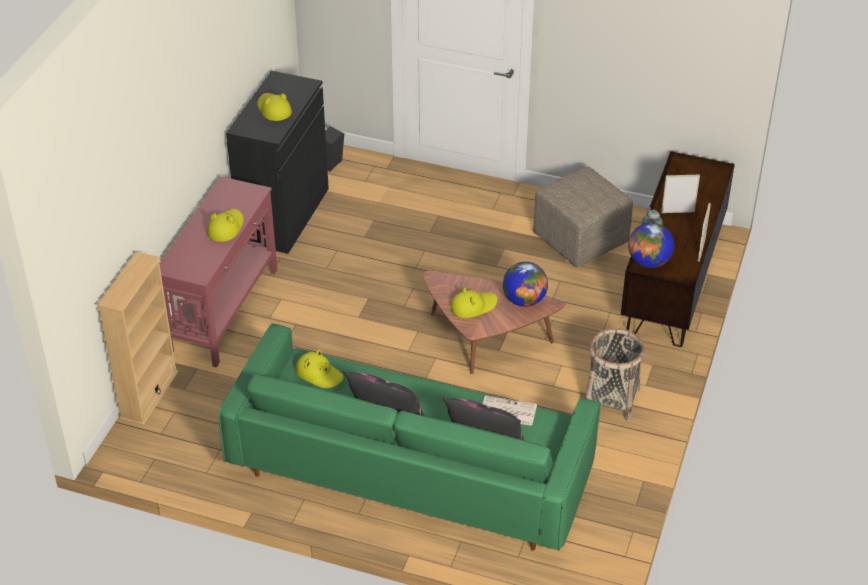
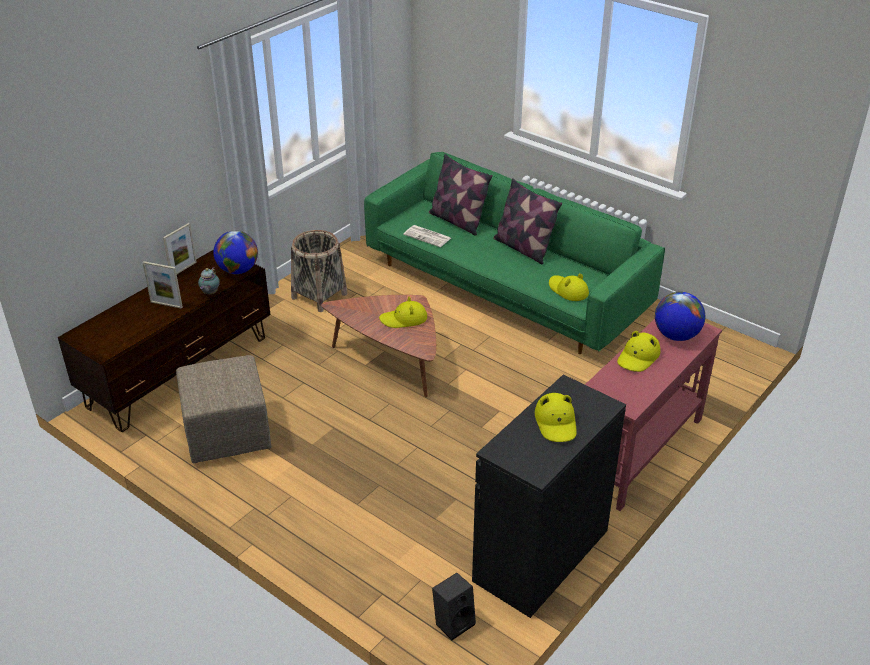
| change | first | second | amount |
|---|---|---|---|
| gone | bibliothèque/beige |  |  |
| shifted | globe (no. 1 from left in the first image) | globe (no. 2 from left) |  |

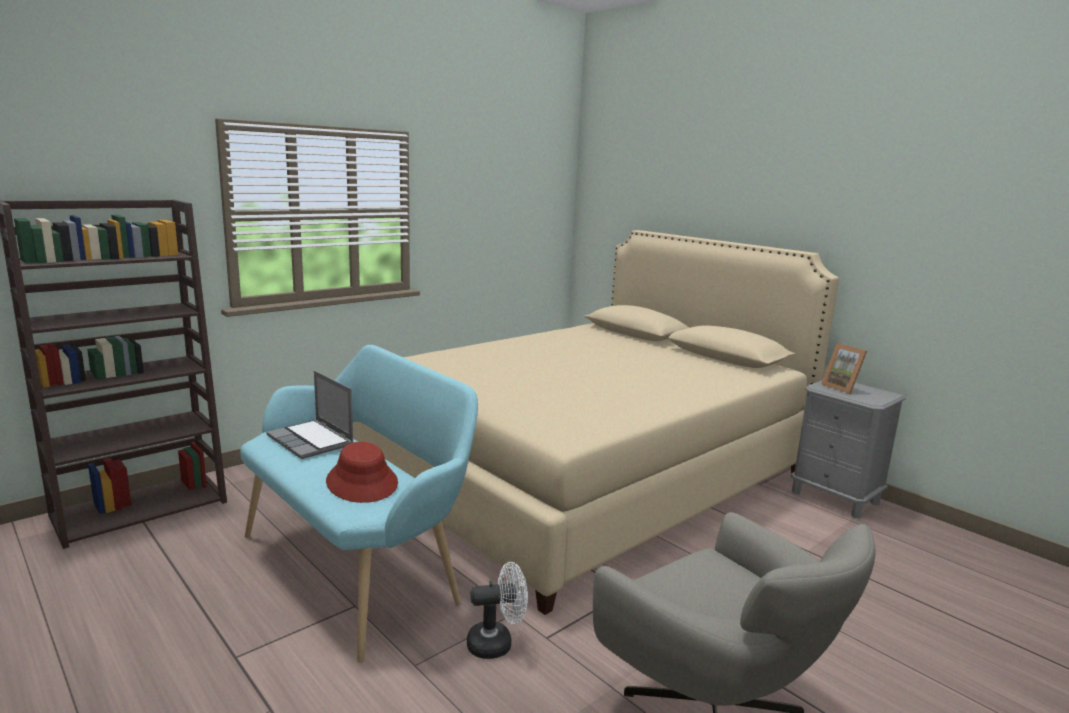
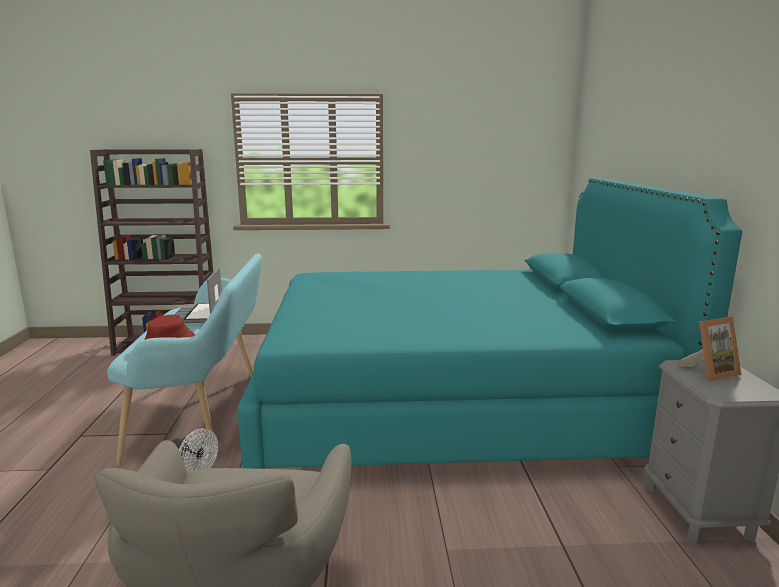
| change | first | second | amount |
|---|---|---|---|
| repainted | lit/beige | lit/turquoise |  |
| rotated | cadre photo |  | 120 degrees counterclockwise |

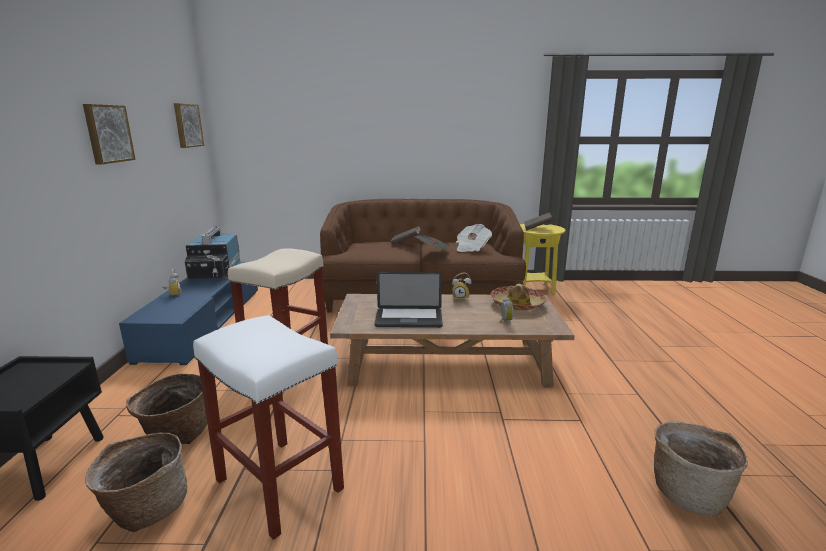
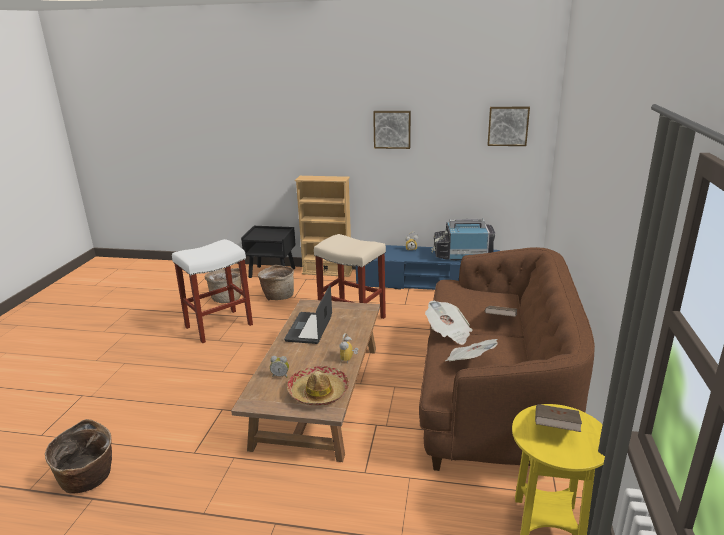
| change | first | second | amount |
|---|---|---|---|
| new |  | bibliothèque/beige |  |

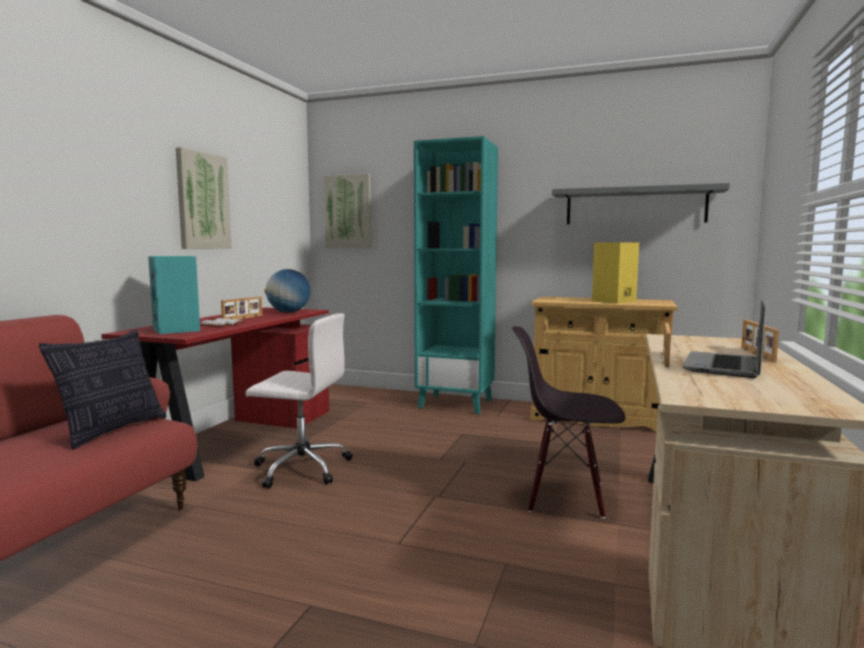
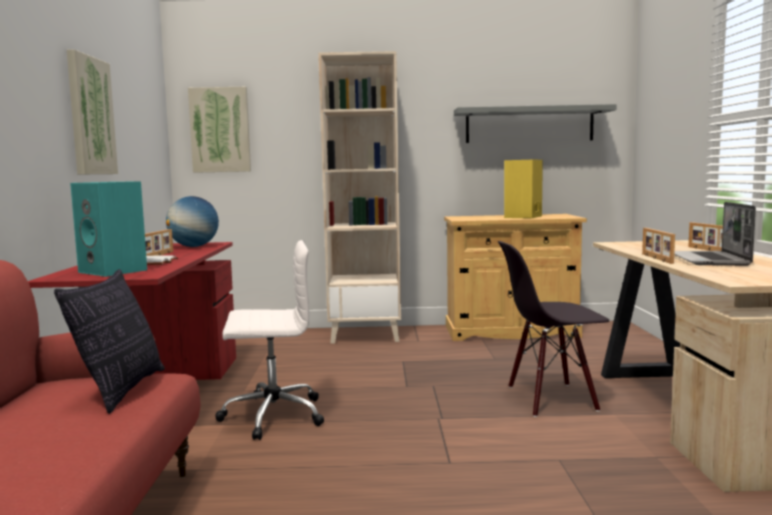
| change | first | second | amount |
|---|---|---|---|
| repainted | bibliothèque/turquoise | bibliothèque/beige |  |

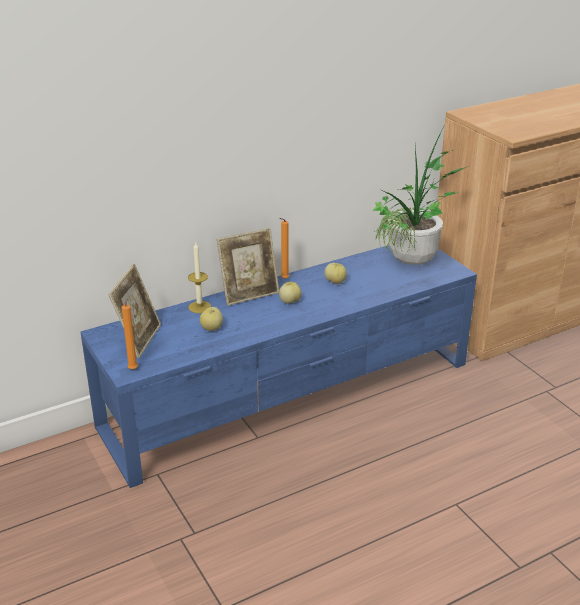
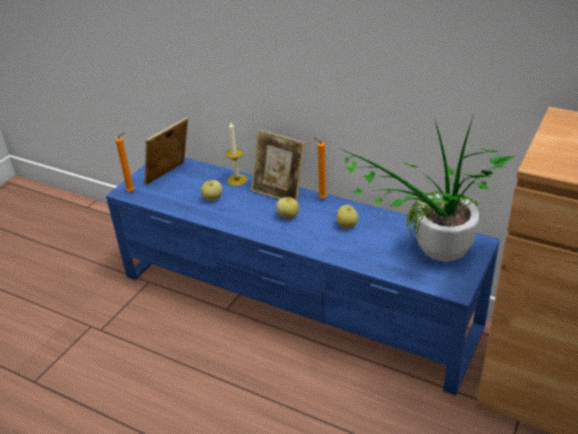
| change | first | second | amount |
|---|---|---|---|
| rotated | cadre photo (no. 1 from left) |  | 150 degrees clockwise |

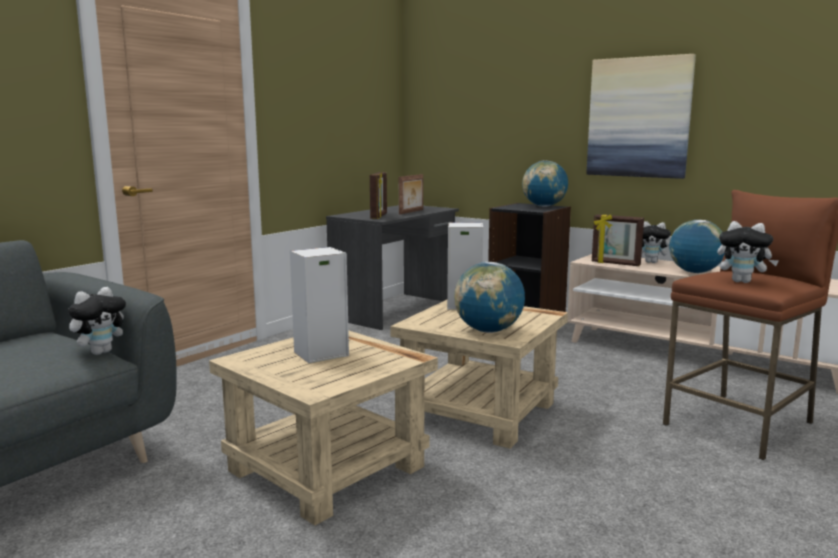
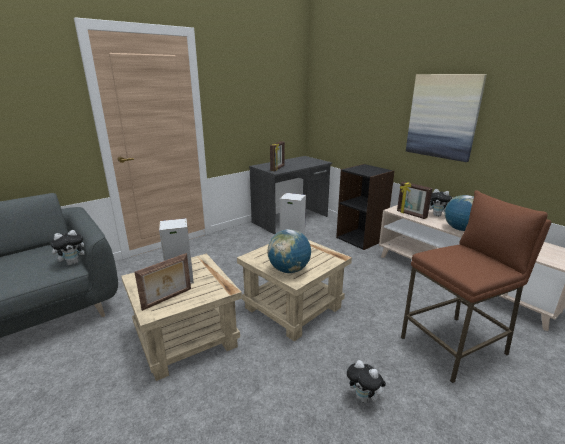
| change | first | second | amount |
|---|---|---|---|
| shifted | cadre photo (no. 2 from left in the first image) | cadre photo (no. 1 from left) |  |
| gone | globe (no. 2 from left) |  |  |
| shifted | peluche (no. 3 from left in the first image) | peluche (no. 2 from left) |  |

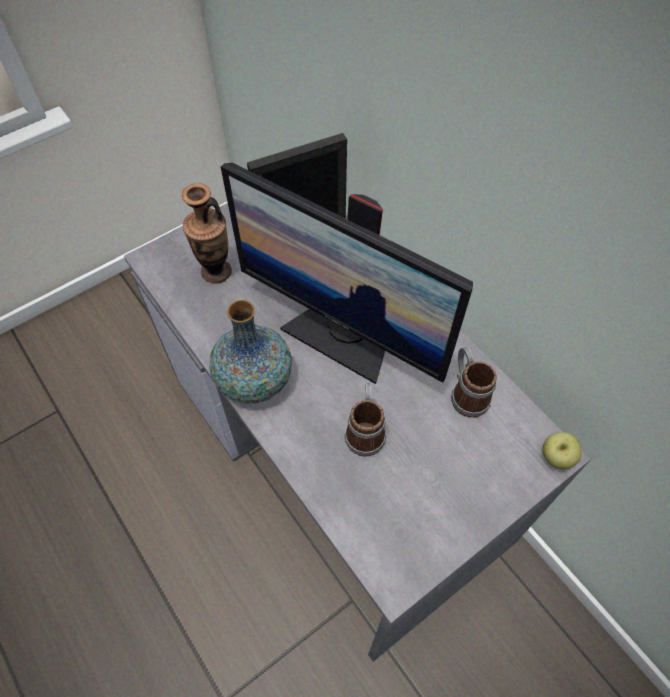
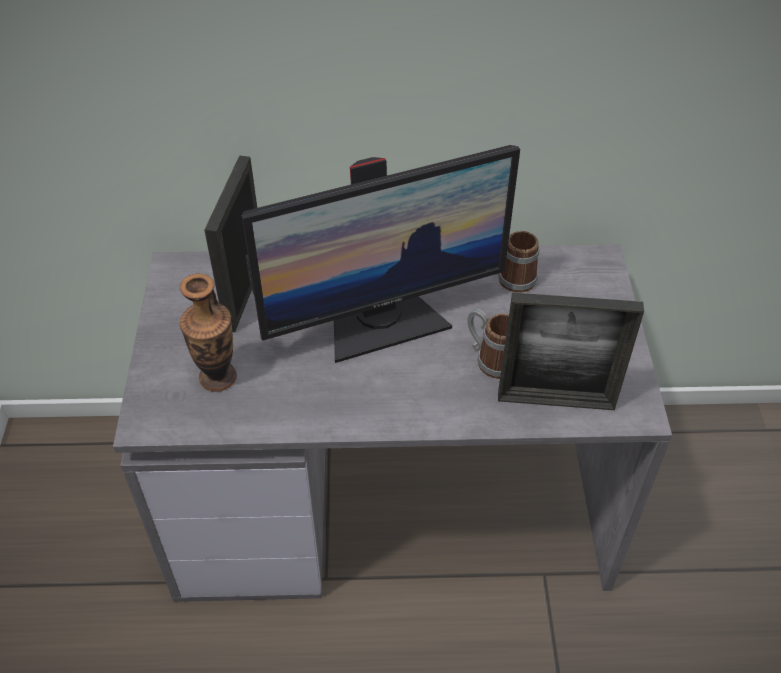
| change | first | second | amount |
|---|---|---|---|
| gone | vase (no. 2 from left) |  |  |
| gone | pomme |  |  |
| new |  | cadre photo (no. 2 from left) |  |

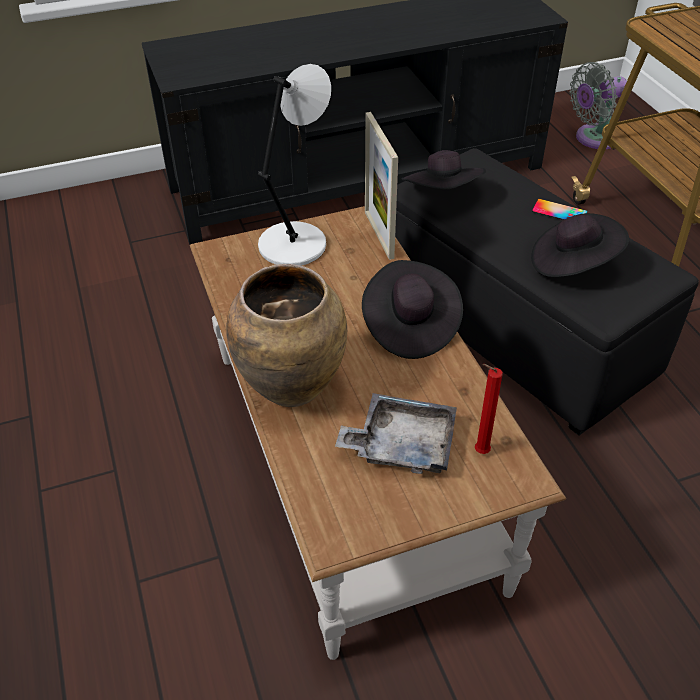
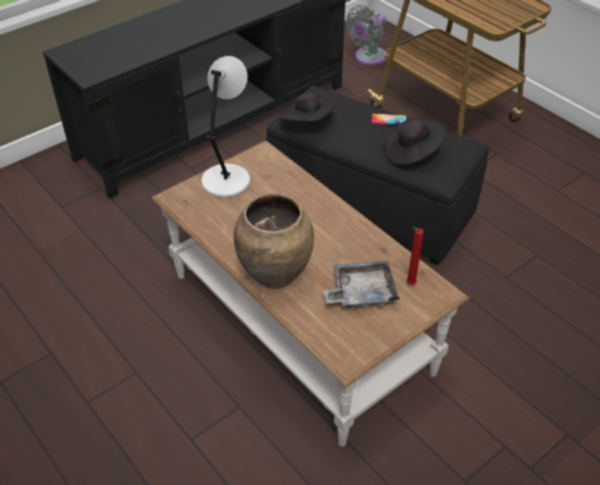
| change | first | second | amount |
|---|---|---|---|
| gone | chapeau/noir (no. 1 from left) |  |  |
| gone | cadre photo |  |  |

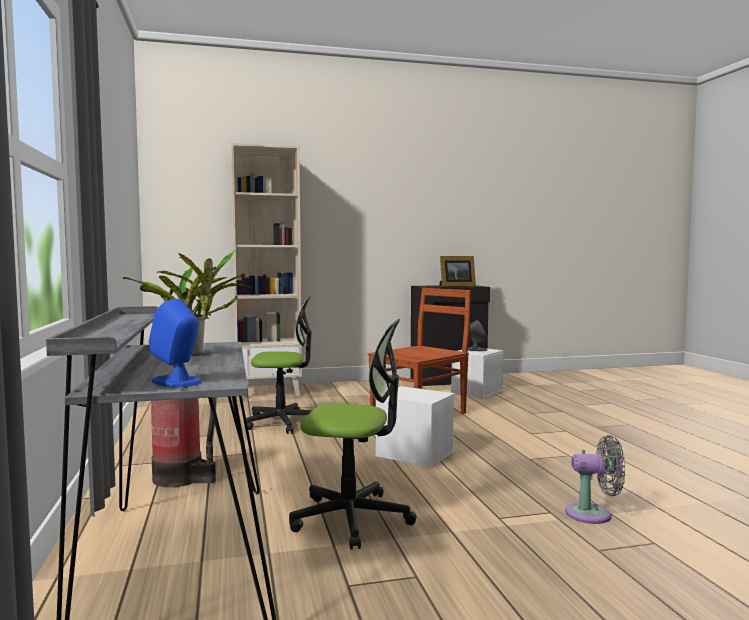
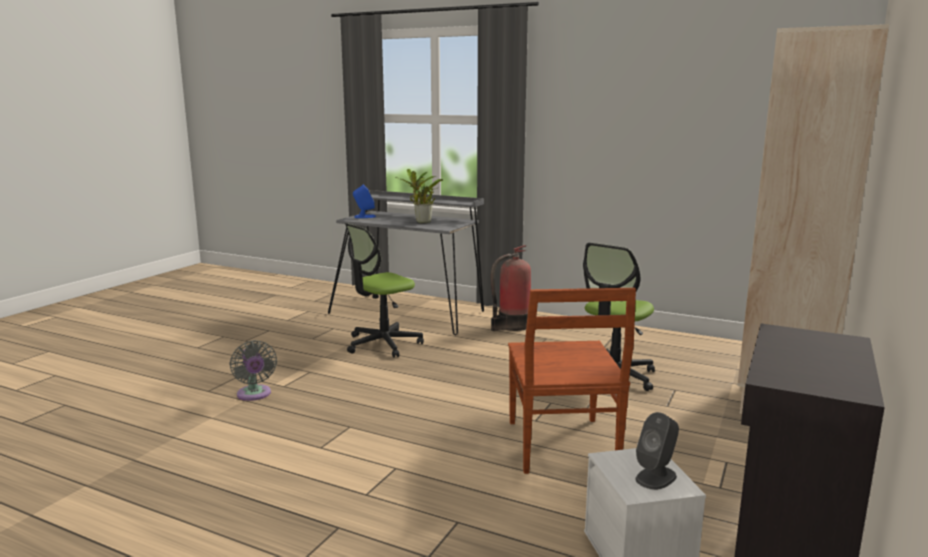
| change | first | second | amount |
|---|---|---|---|
| gone | boîte de rangement/blanc (no. 1 from left) |  |  |
| gone | cadre photo |  |  |
| rotated | ventilateur/gris |  | 75 degrees counterclockwise |

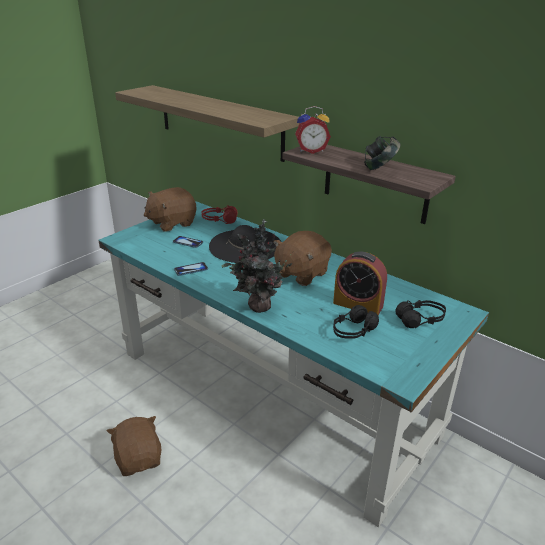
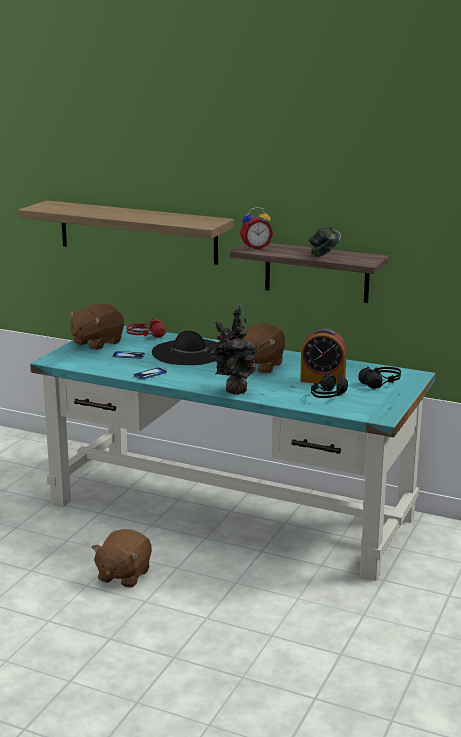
| change | first | second | amount |
|---|---|---|---|
| rotated | peluche/marron (no. 1 from left in the first image) | peluche/marron (no. 2 from left) | 120 degrees counterclockwise |

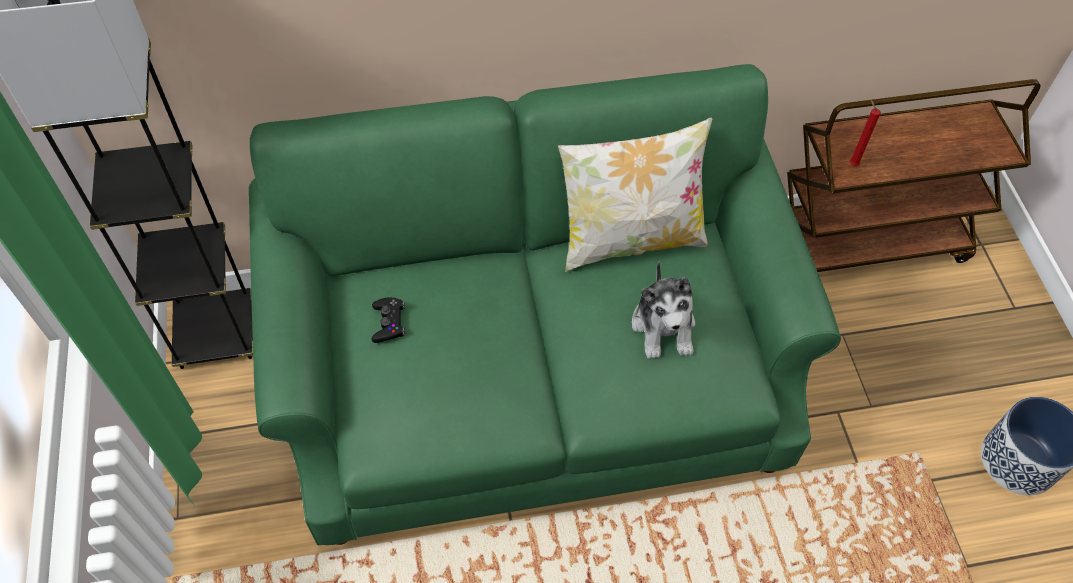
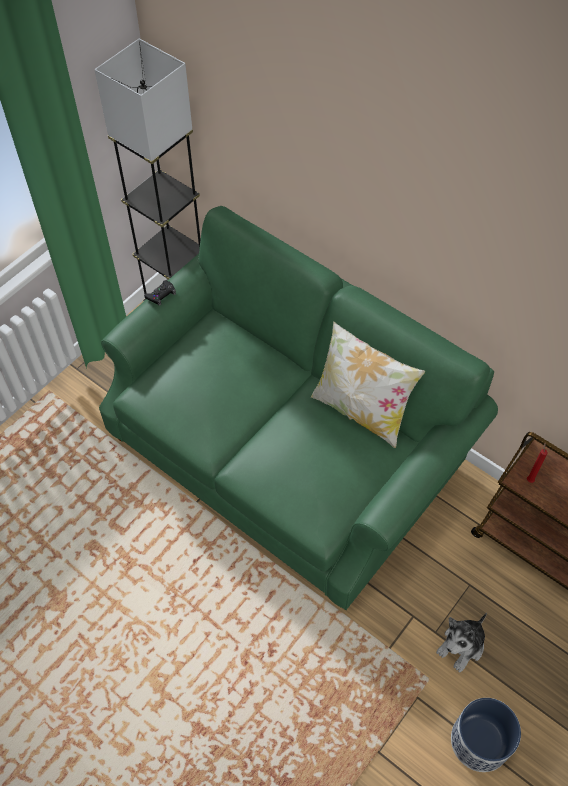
| change | first | second | amount |
|---|---|---|---|
| shifted | manette/noir |  |  |
| shifted | peluche |  |  |

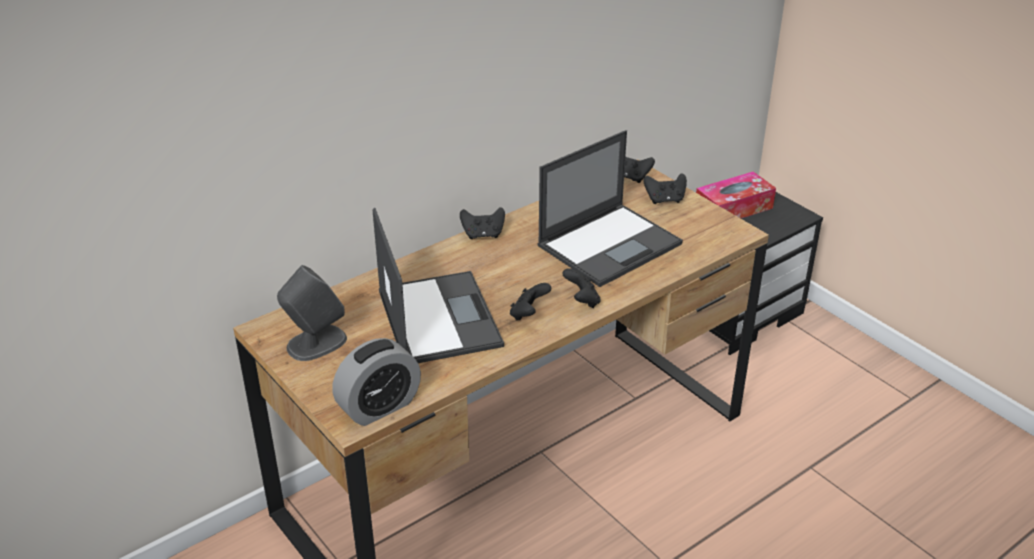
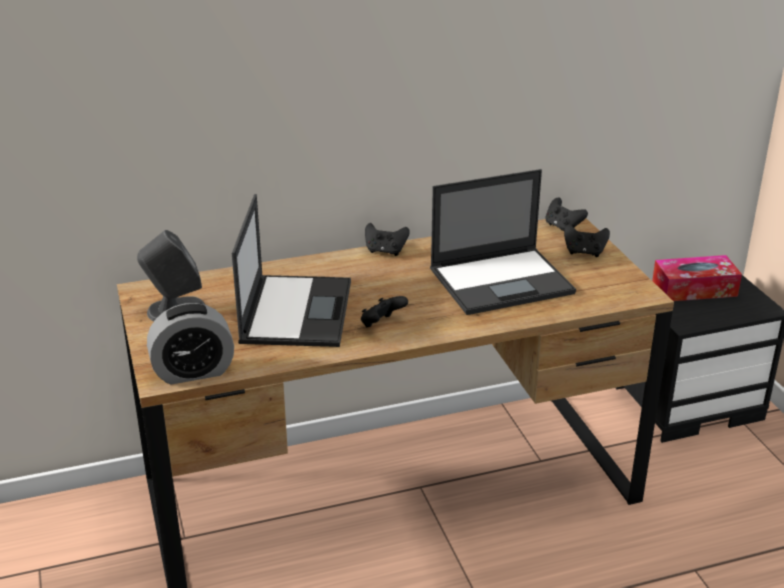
| change | first | second | amount |
|---|---|---|---|
| gone | manette/noir (no. 3 from left) |  |  |

